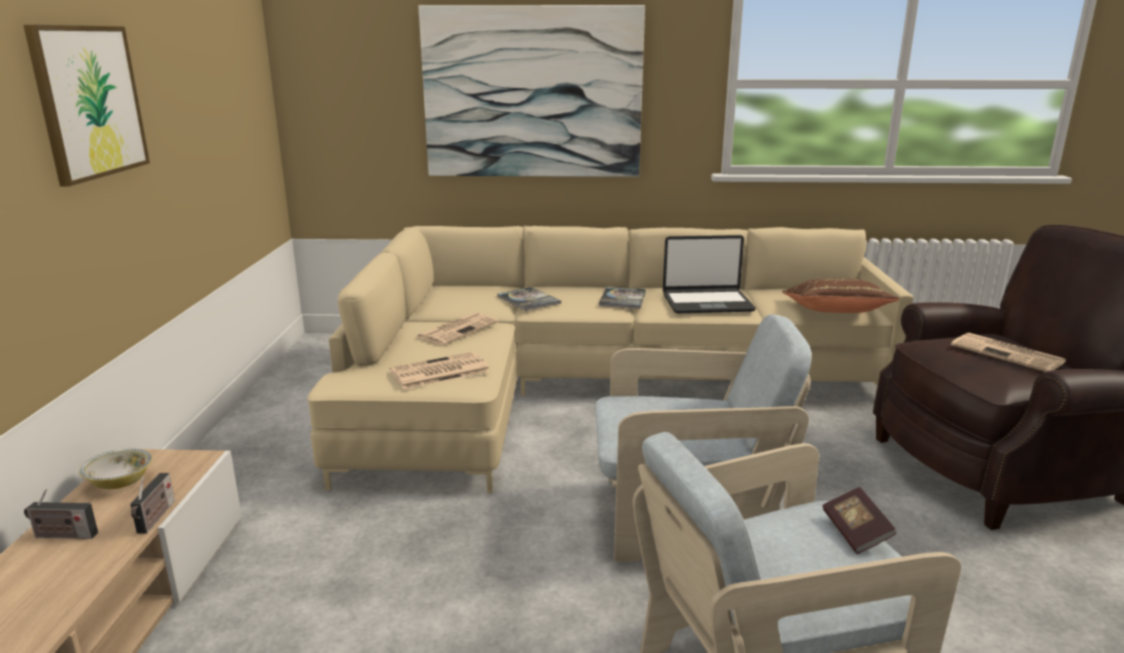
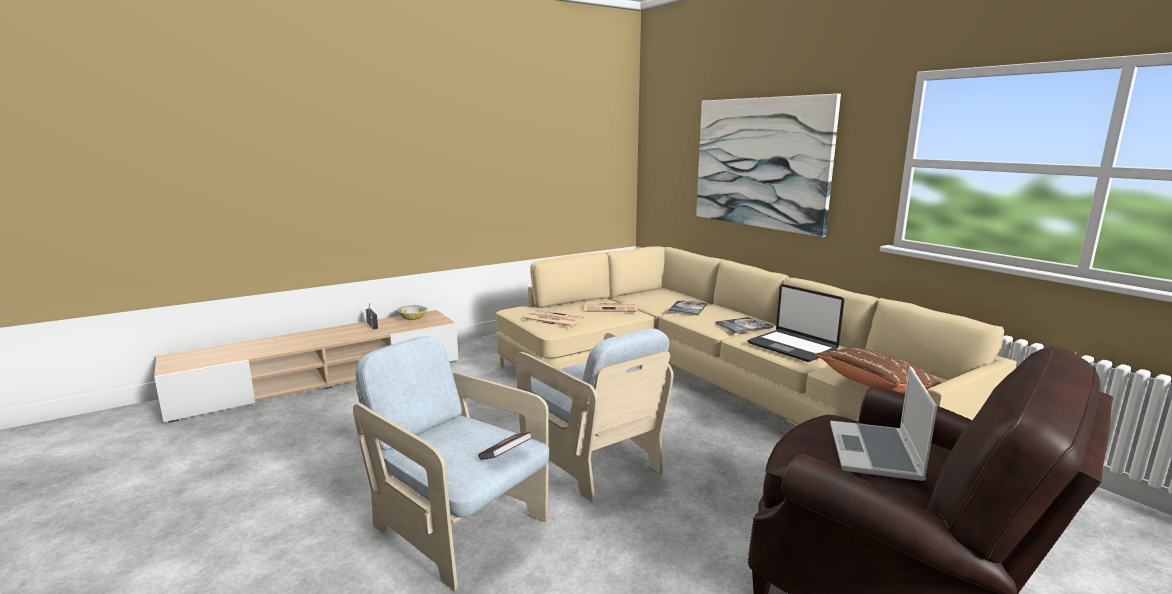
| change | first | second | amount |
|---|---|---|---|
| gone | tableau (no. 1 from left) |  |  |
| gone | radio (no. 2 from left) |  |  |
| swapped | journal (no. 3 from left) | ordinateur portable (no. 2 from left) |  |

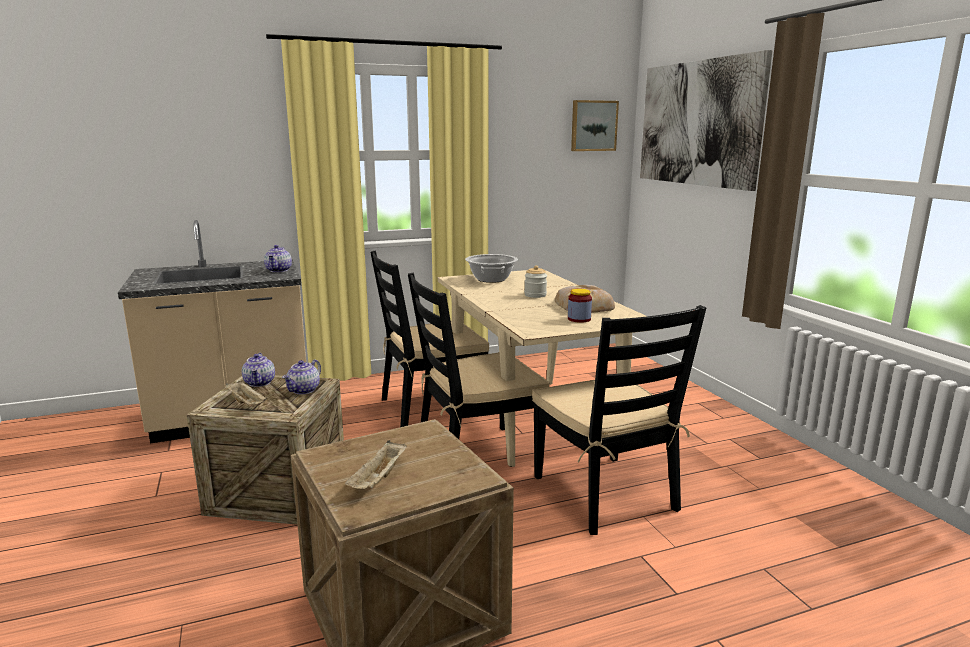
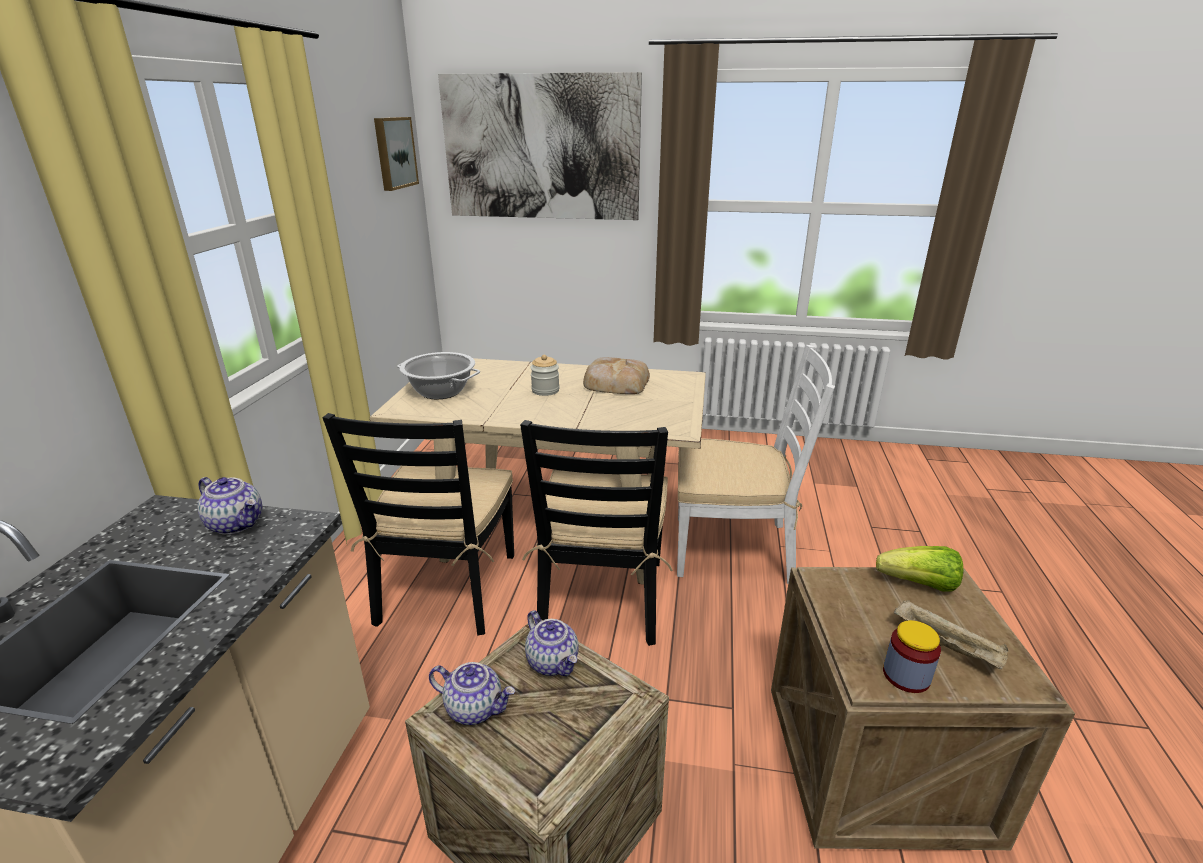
| change | first | second | amount |
|---|---|---|---|
| gone | plateau/beige (no. 1 from left) |  |  |
| repainted | chaise/noir (no. 3 from left) | chaise/blanc |  |
| shifted | bocal (no. 2 from left) |  |  |
| new |  | laitue |  |

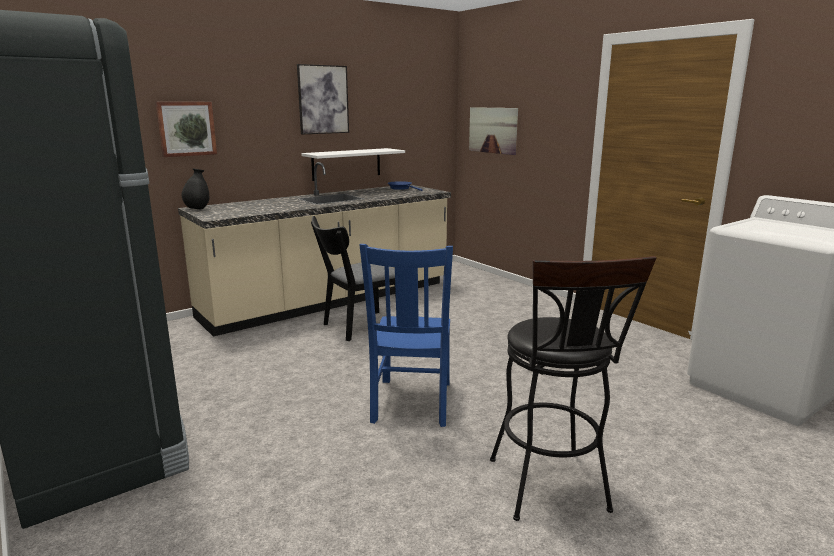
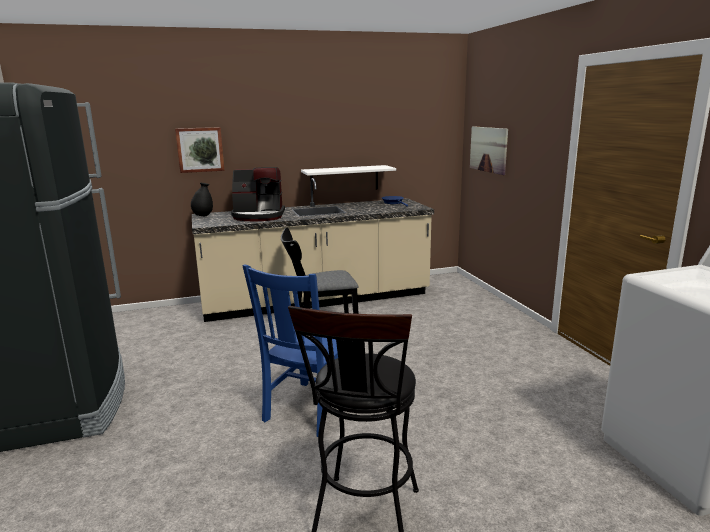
| change | first | second | amount |
|---|---|---|---|
| gone | tableau (no. 2 from left) |  |  |
| new |  | machine à café |  |

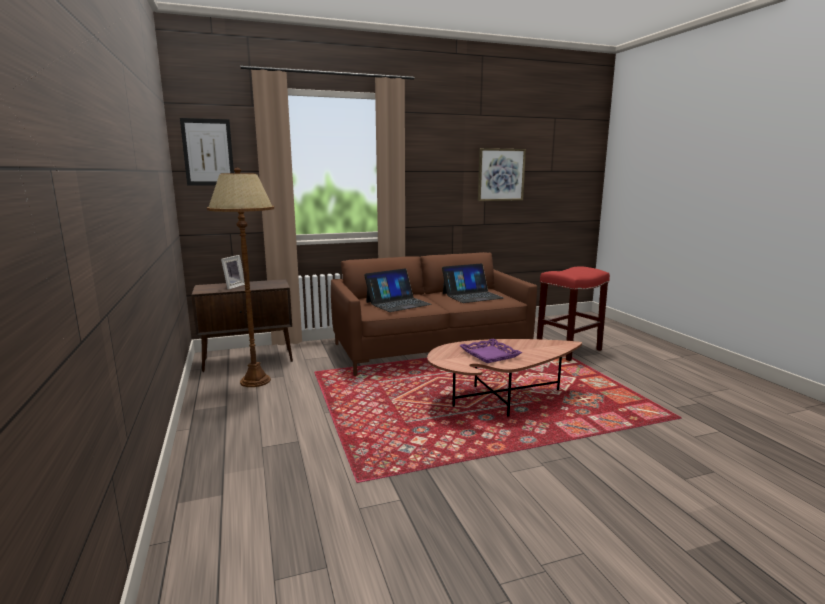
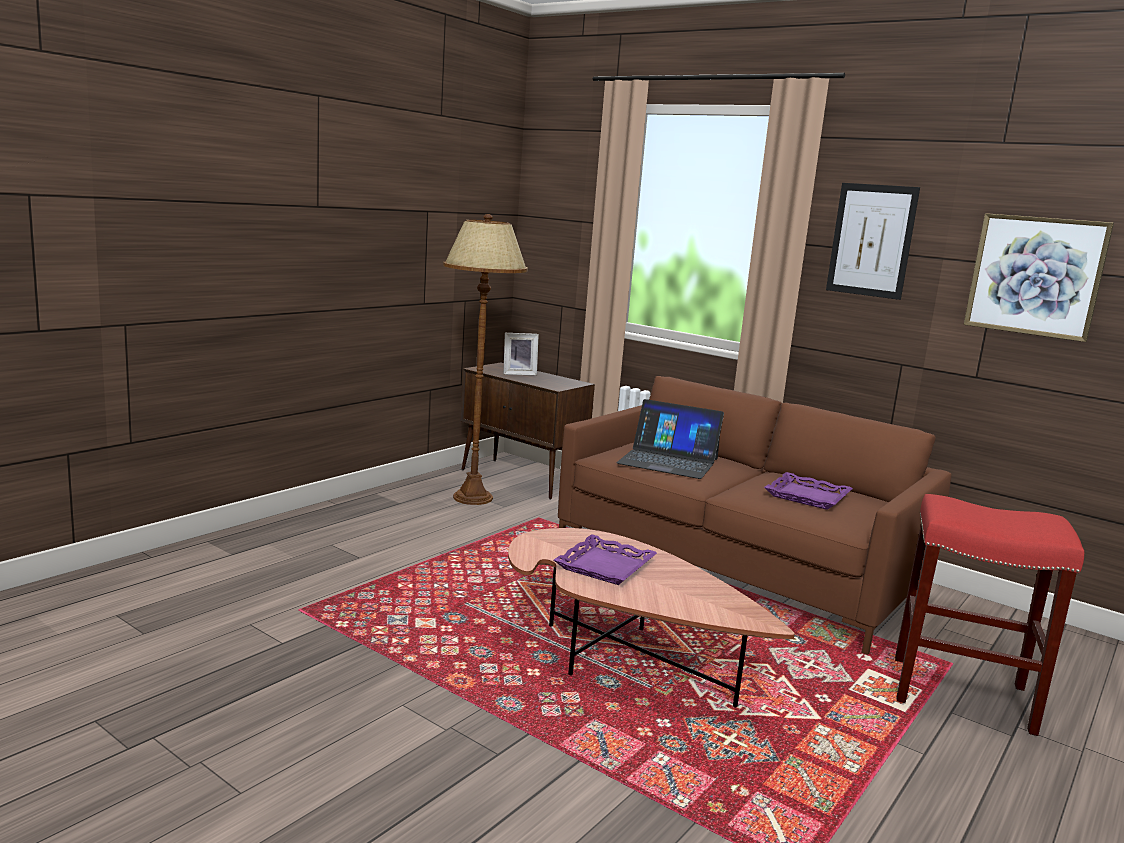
| change | first | second | amount |
|---|---|---|---|
| shifted | tableau (no. 1 from left) |  |  |
| swapped | ordinateur portable (no. 2 from left) | plateau/violet (no. 2 from left) |  |

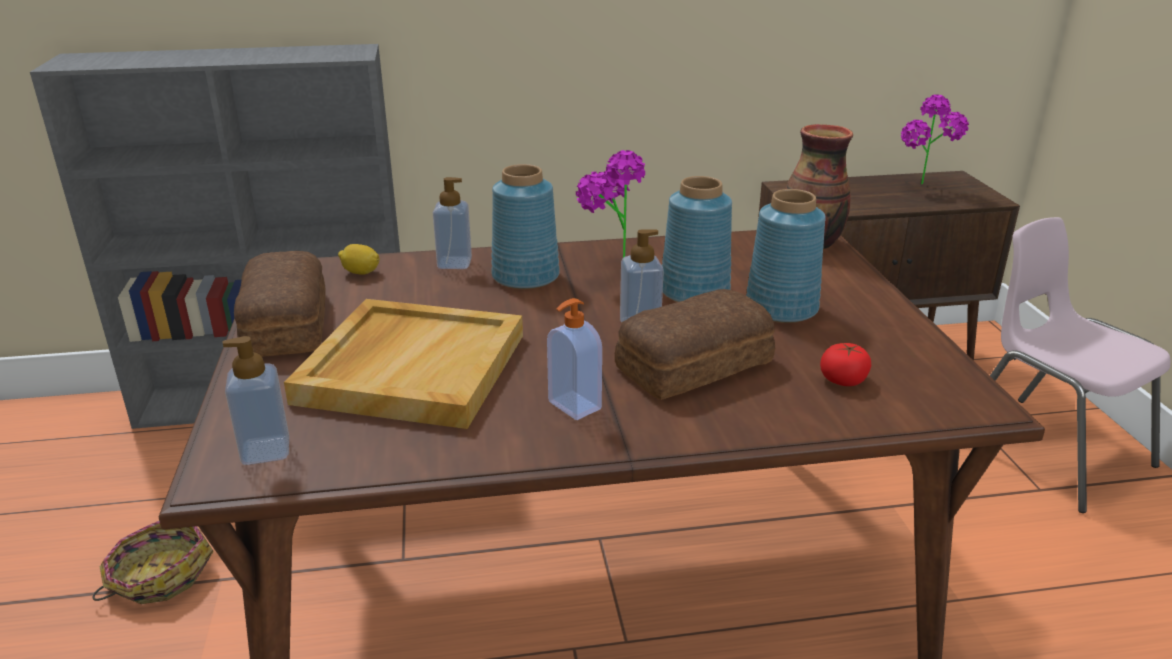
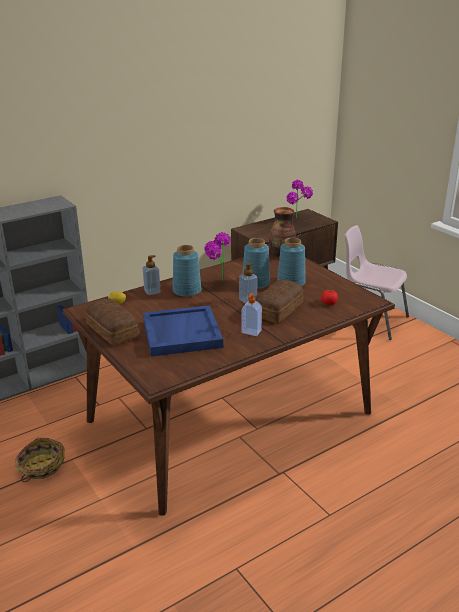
| change | first | second | amount |
|---|---|---|---|
| gone | distributeur de savon (no. 1 from left) |  |  |
| repainted | plateau/beige | plateau/bleu |  |

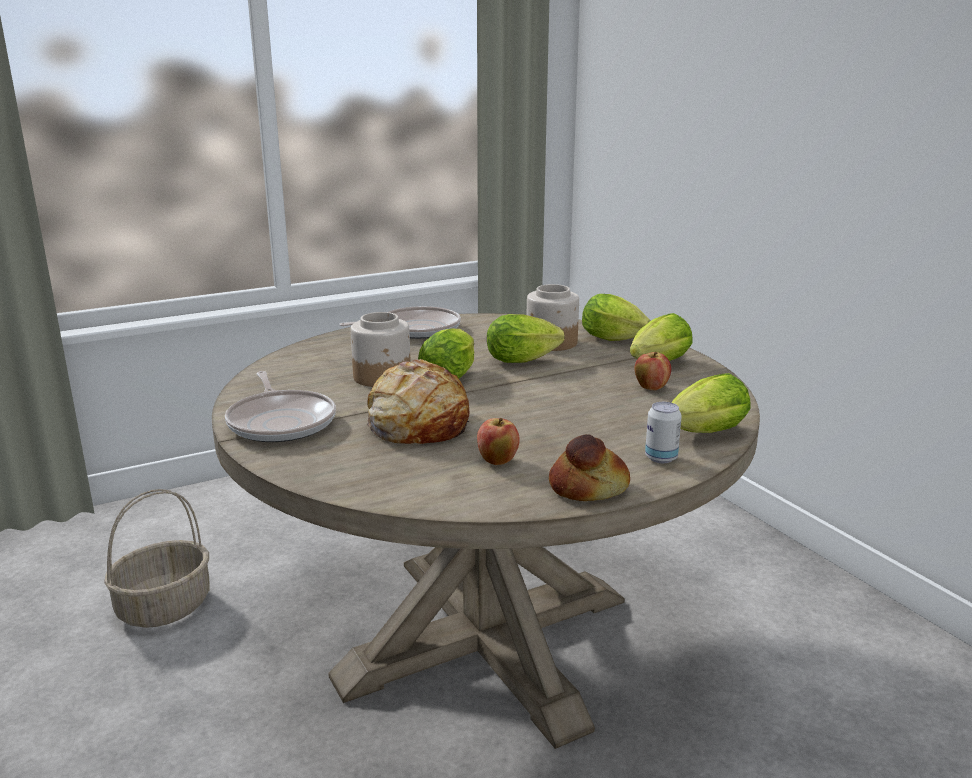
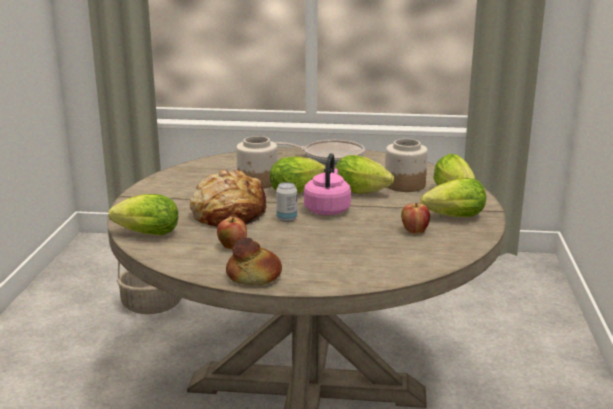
| change | first | second | amount |
|---|---|---|---|
| gone | poêle (no. 1 from left) |  |  |
| shifted | boîte métallique |  |  |
| shifted | laitue (no. 5 from left in the first image) | laitue (no. 1 from left) |  |
| new |  | bouilloire/rose |  |

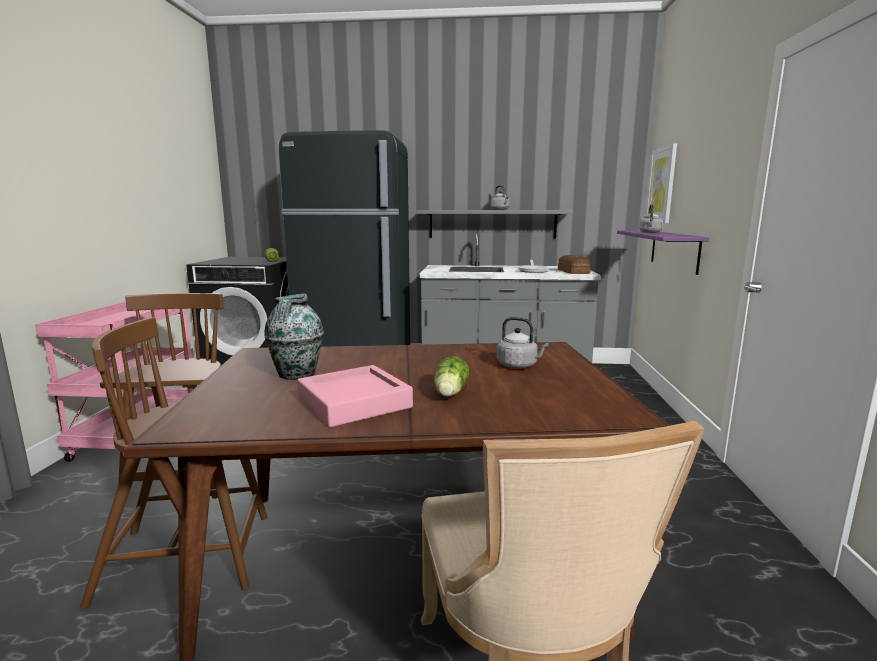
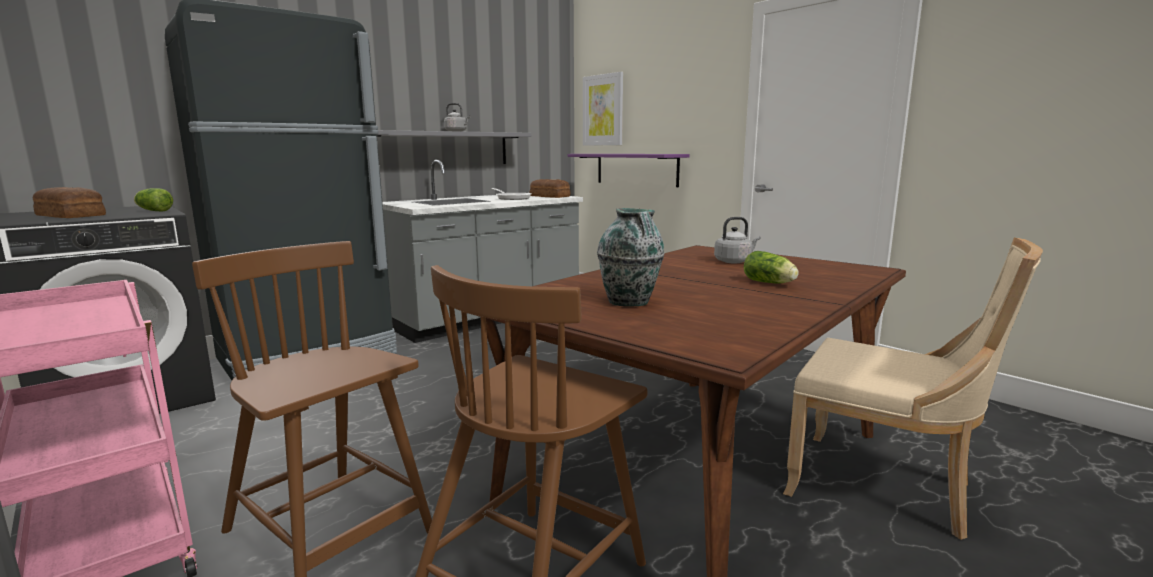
| change | first | second | amount |
|---|---|---|---|
| gone | plateau/rose |  |  |
| gone | bouilloire/gris (no. 3 from left) |  |  |
| new |  | pain (no. 1 from left) |  |

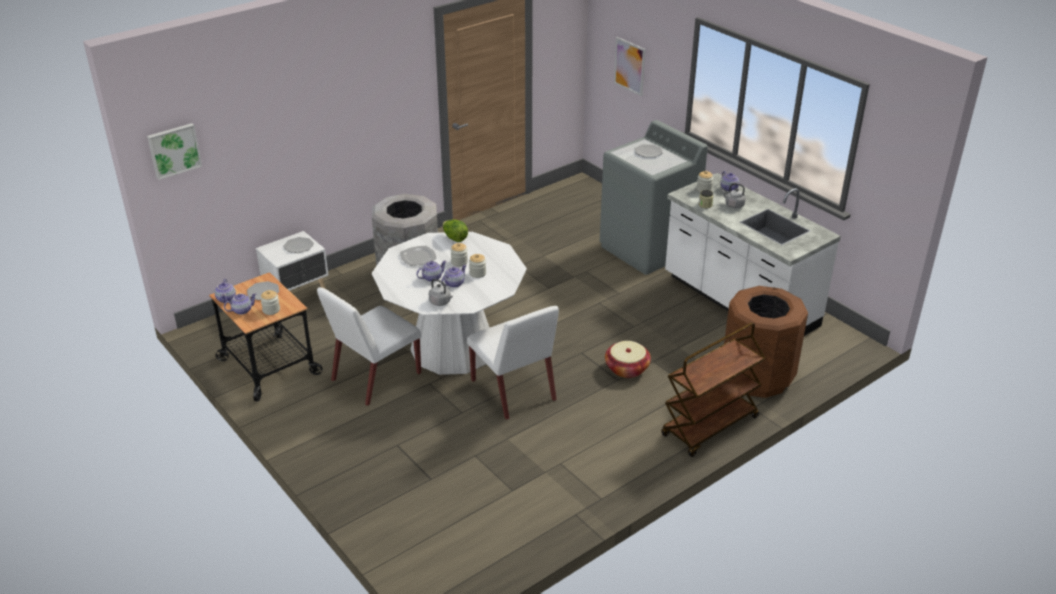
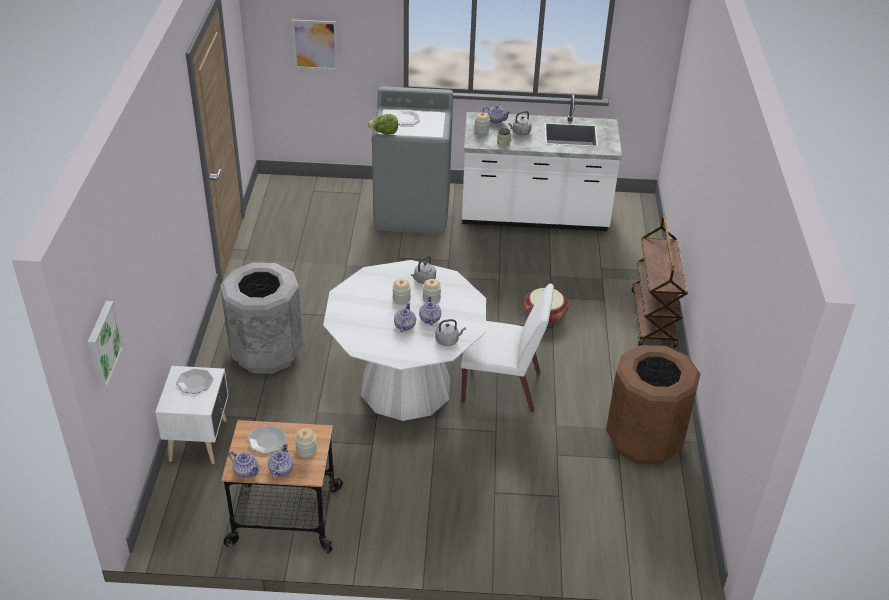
| change | first | second | amount |
|---|---|---|---|
| gone | chaise/blanc (no. 1 from left) |  |  |
| gone | assiette (no. 3 from left) |  |  |
| shifted | laitue |  |  |
| shifted | poubelle/marron |  |  |
| new |  | bouilloire/gris (no. 1 from left) |  |

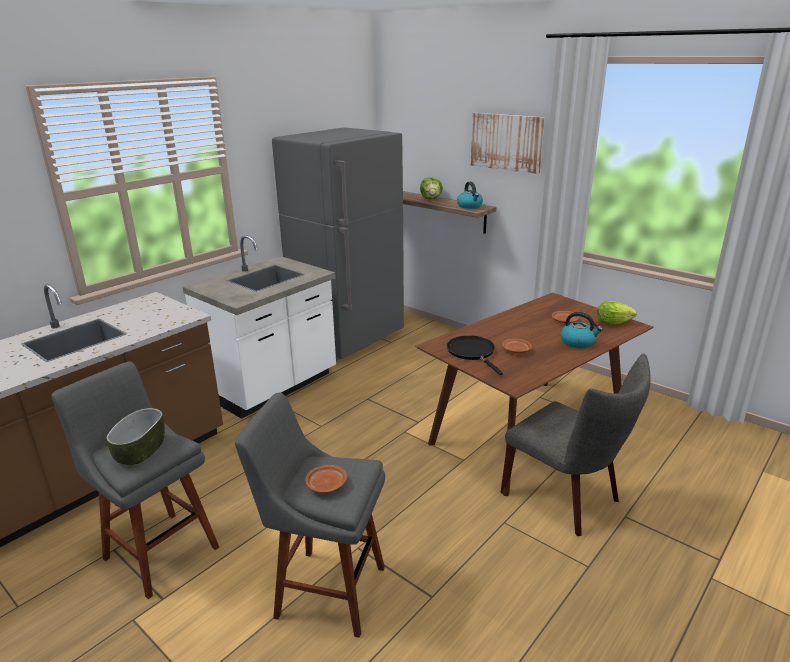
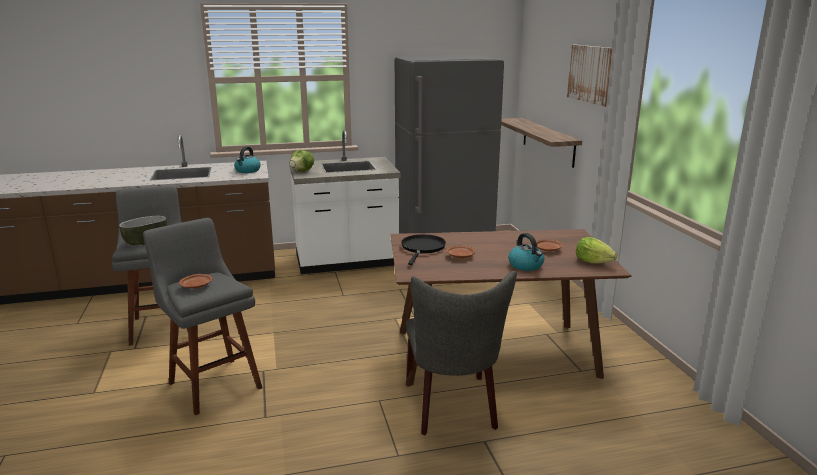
| change | first | second | amount |
|---|---|---|---|
| shifted | laitue (no. 1 from left) |  |  |
| shifted | bouilloire (no. 1 from left) |  |  |

